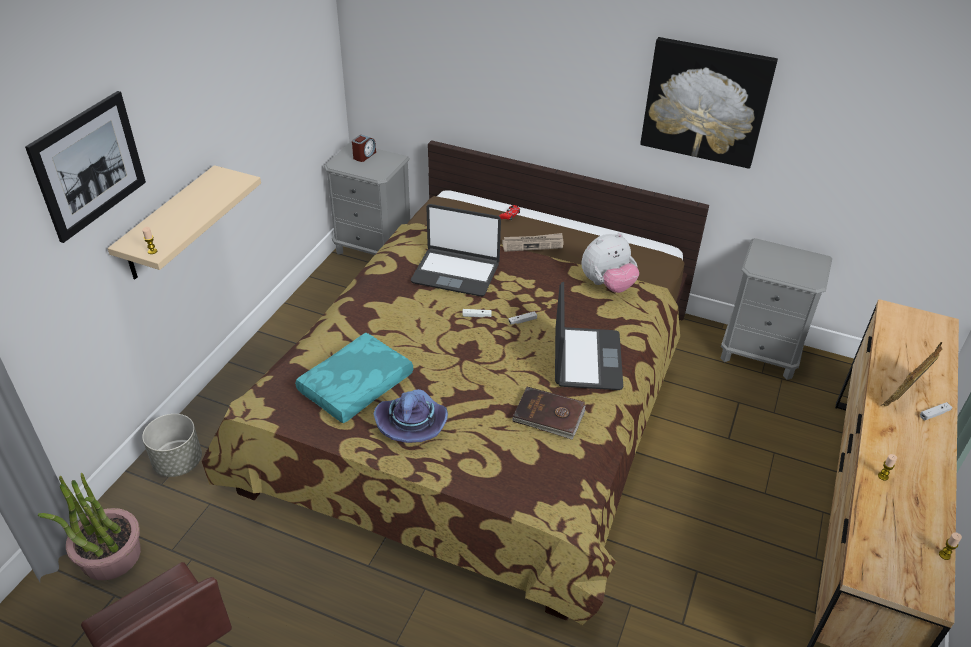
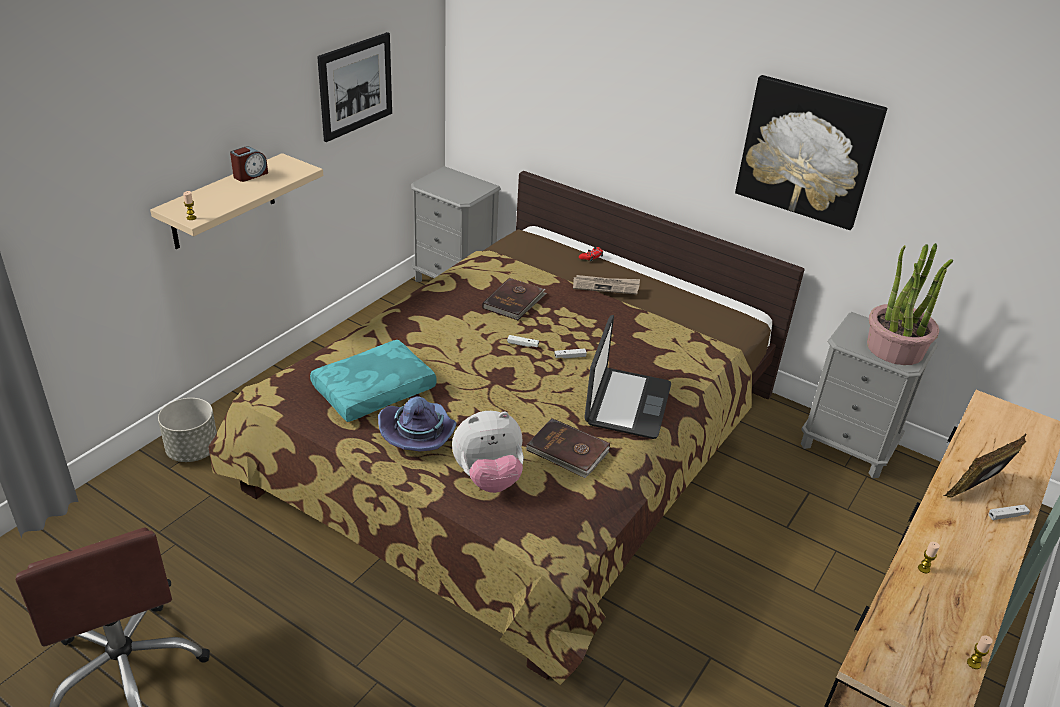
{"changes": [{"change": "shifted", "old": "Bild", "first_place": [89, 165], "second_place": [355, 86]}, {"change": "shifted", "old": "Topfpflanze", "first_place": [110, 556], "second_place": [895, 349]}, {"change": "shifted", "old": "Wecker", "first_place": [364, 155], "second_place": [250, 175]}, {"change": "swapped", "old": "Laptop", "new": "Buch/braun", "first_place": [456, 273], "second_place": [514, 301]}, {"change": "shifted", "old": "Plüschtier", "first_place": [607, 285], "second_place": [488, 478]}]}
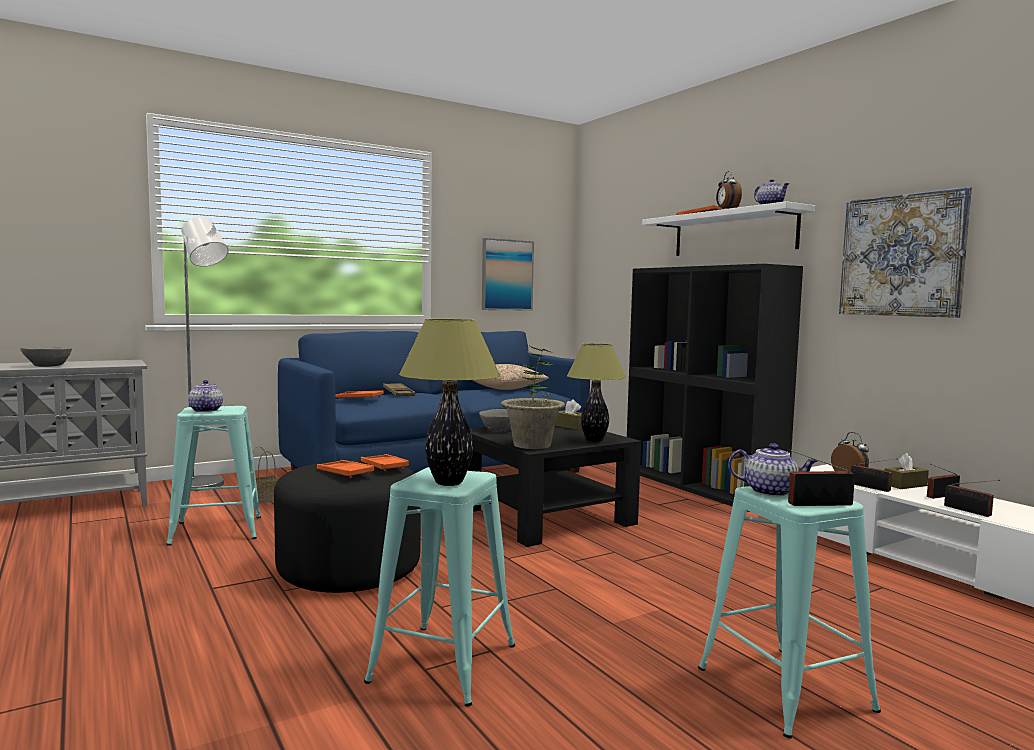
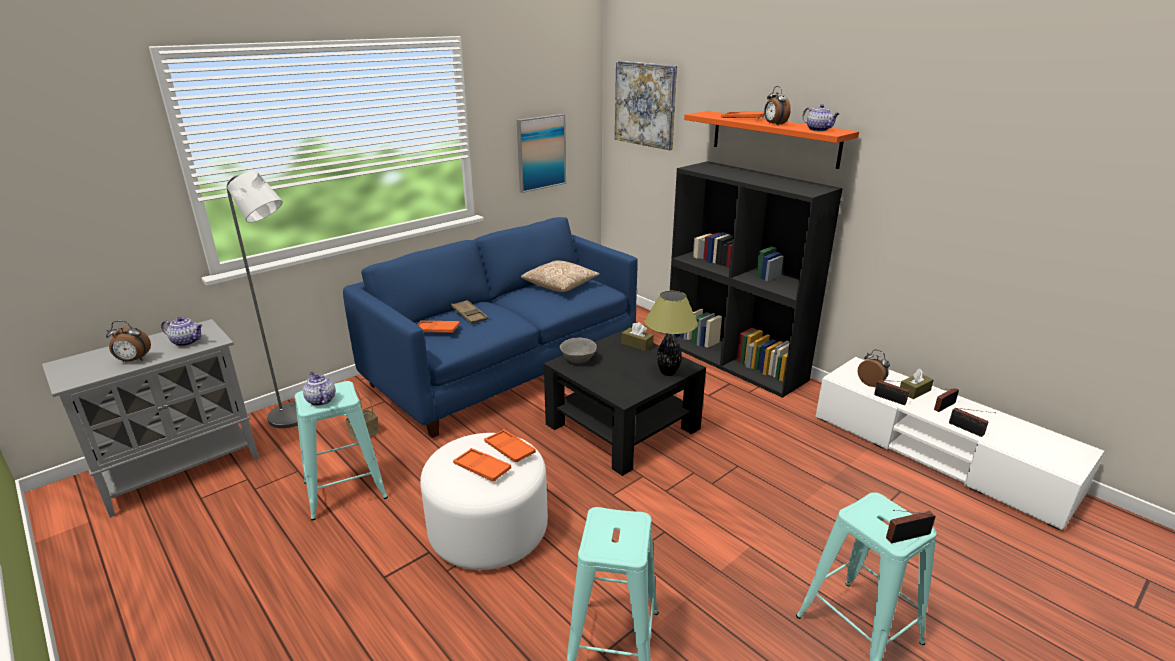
{"changes": [{"change": "swapped", "old": "Schüssel/grau", "new": "Wecker", "first_place": [48, 366], "second_place": [133, 360]}, {"change": "repainted", "old": "Polsterhocker/schwarz", "new": "Polsterhocker/weiß", "first_place": [349, 568], "second_place": [488, 530]}, {"change": "gone", "old": "Tischlampe", "first_place": [448, 482]}, {"change": "gone", "old": "Topfpflanze", "first_place": [532, 445]}, {"change": "repainted", "old": "Wandregal/weiß", "new": "Wandregal/orange", "first_place": [733, 233], "second_place": [774, 138]}, {"change": "shifted", "old": "Teekanne", "first_place": [771, 492], "second_place": [187, 342]}, {"change": "shifted", "old": "Bild", "first_place": [902, 255], "second_place": [645, 104]}]}
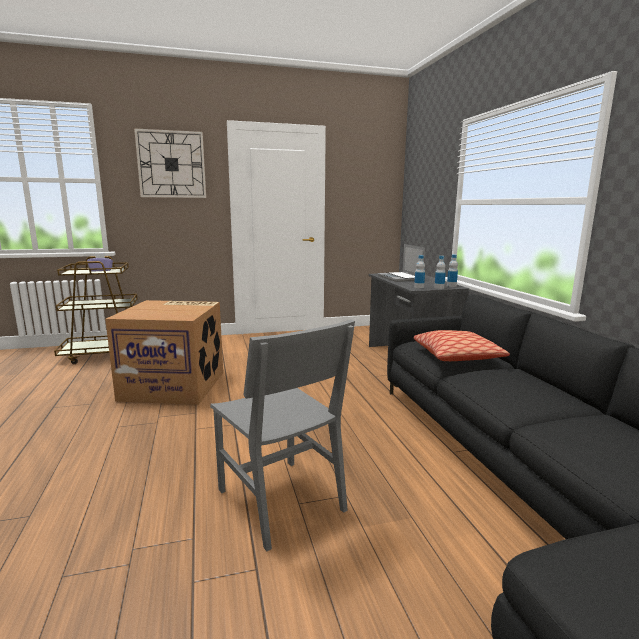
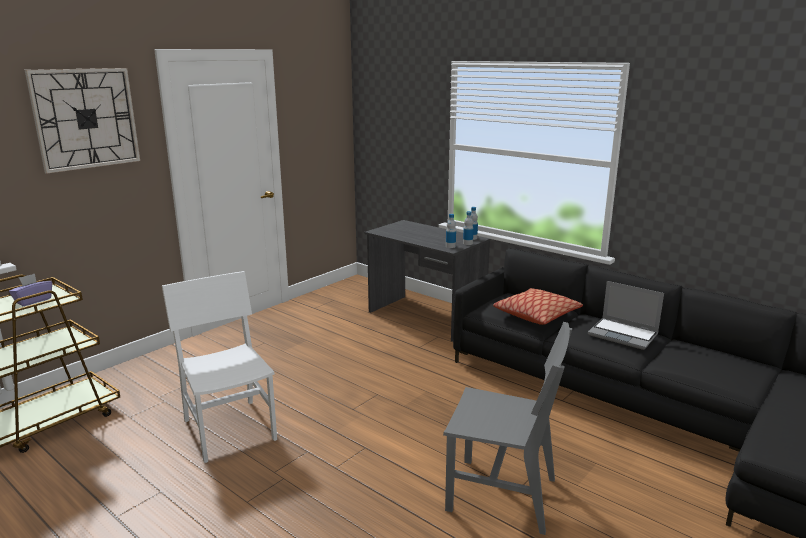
{"changes": [{"change": "swapped", "old": "Karton", "new": "Stuhl/weiß", "first_place": [175, 385], "second_place": [230, 429]}, {"change": "shifted", "old": "Laptop", "first_place": [400, 278], "second_place": [624, 335]}]}
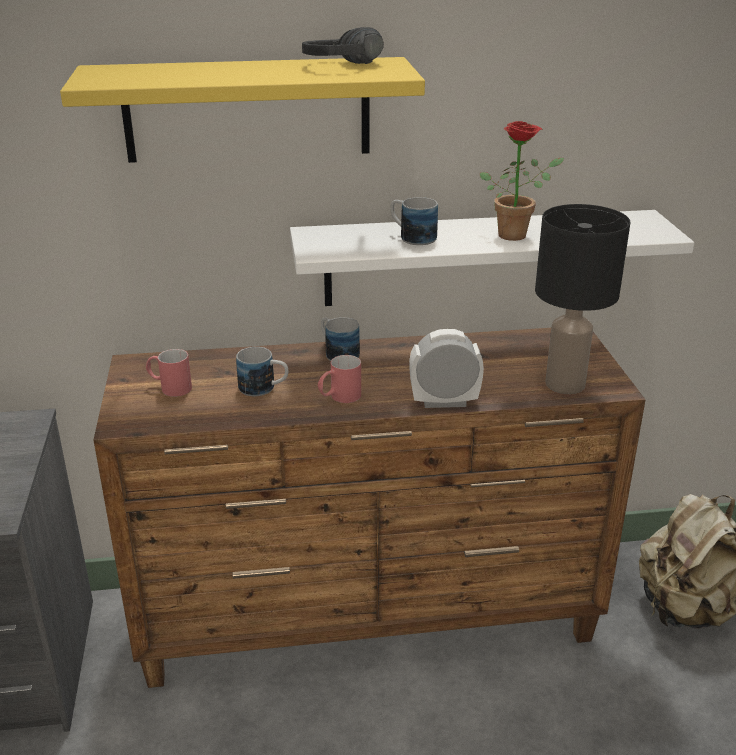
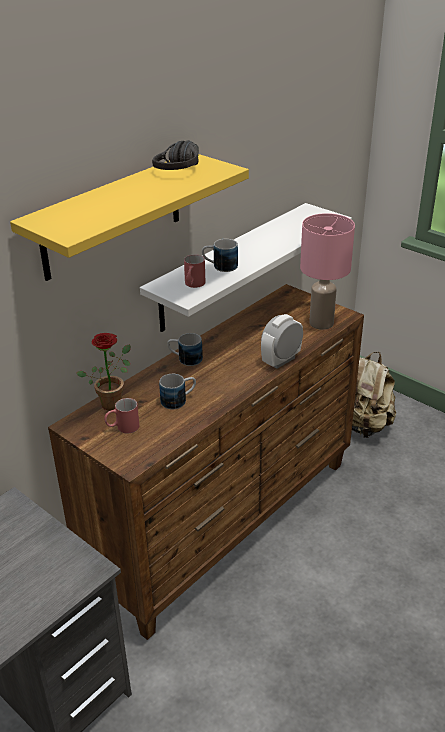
{"changes": [{"change": "shifted", "old": "Henkelbecher/rot", "first_place": [339, 398], "second_place": [193, 285]}, {"change": "shifted", "old": "Topfpflanze", "first_place": [517, 234], "second_place": [113, 401]}, {"change": "repainted", "old": "Tischlampe/schwarz", "new": "Tischlampe/rosa", "first_place": [563, 384], "second_place": [320, 323]}]}
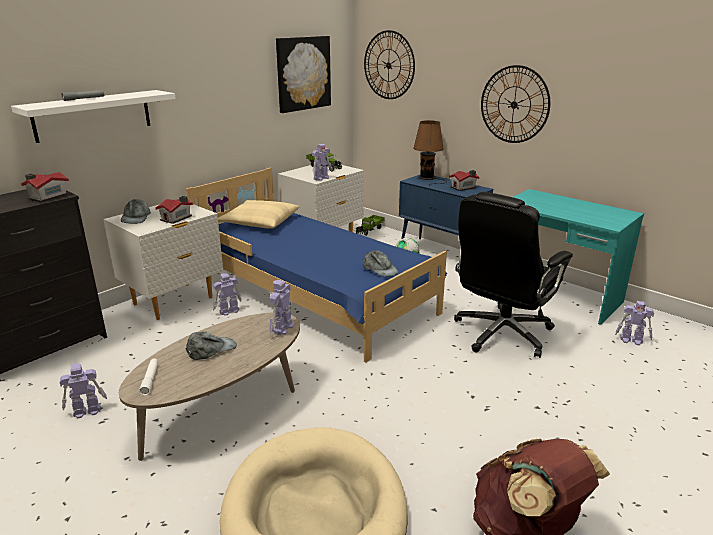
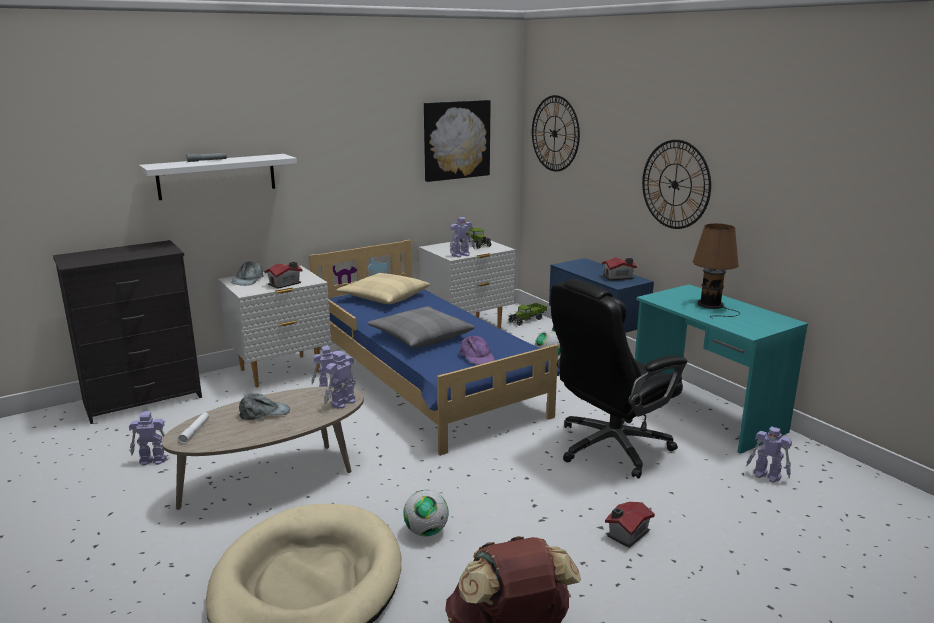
{"changes": [{"change": "shifted", "old": "Spielzeughaus", "first_place": [47, 197], "second_place": [626, 534]}, {"change": "repainted", "old": "Kappe/grau", "new": "Kappe/lila", "first_place": [380, 269], "second_place": [476, 357]}, {"change": "shifted", "old": "Tischlampe/braun", "first_place": [428, 178], "second_place": [712, 306]}, {"change": "new", "new": "Kissen/grau", "second_place": [420, 336]}, {"change": "new", "new": "Fußball", "second_place": [426, 531]}]}
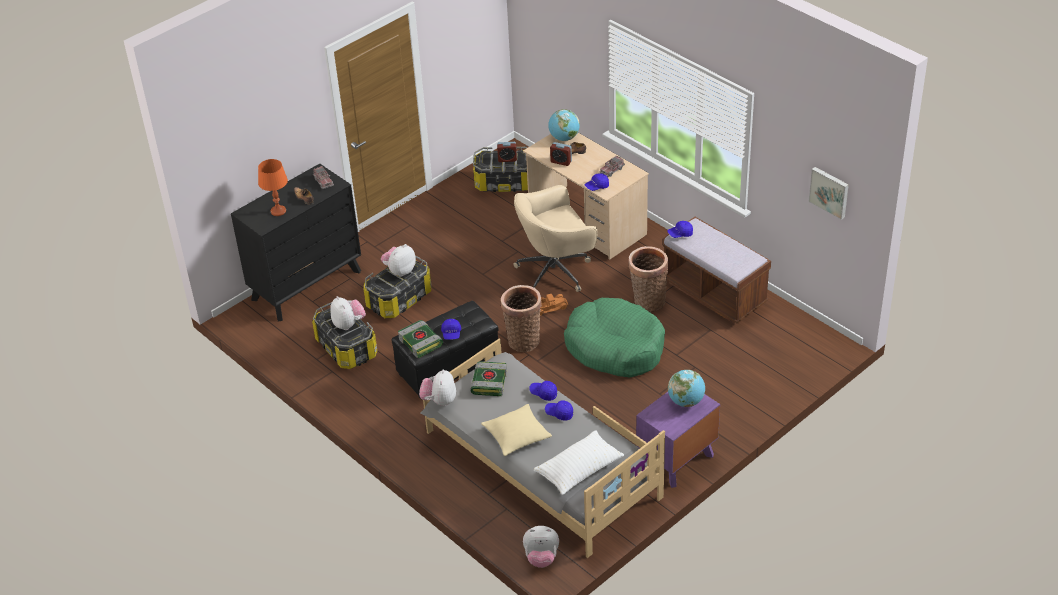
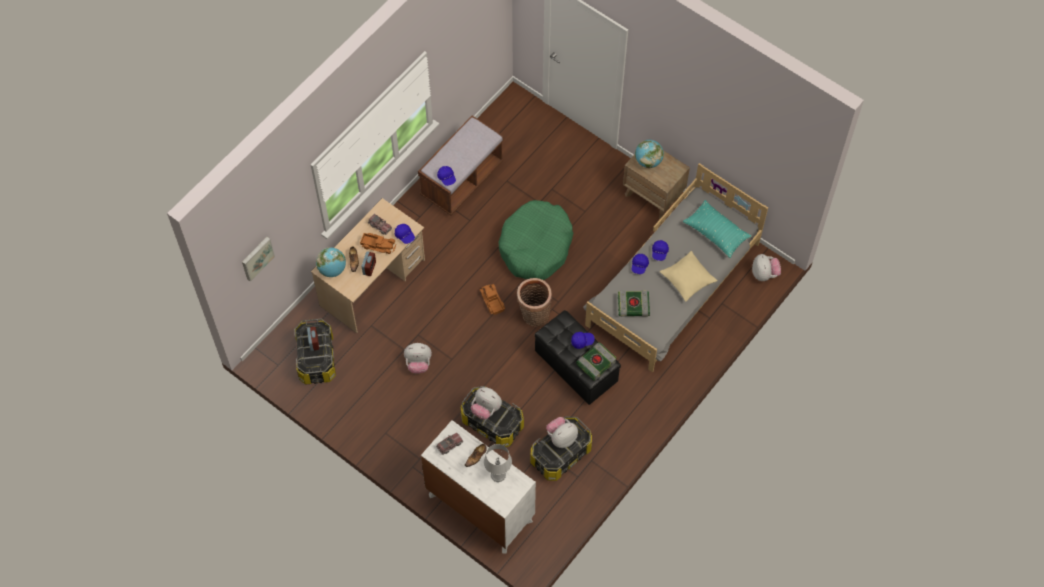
{"changes": [{"change": "repainted", "old": "Kommode/schwarz", "new": "Kommode/weiß", "first_place": [306, 285], "second_place": [480, 508]}, {"change": "repainted", "old": "Tischlampe/orange", "new": "Tischlampe/grau", "first_place": [278, 211], "second_place": [498, 475]}, {"change": "shifted", "old": "Plüschtier", "first_place": [439, 400], "second_place": [418, 363]}, {"change": "gone", "old": "Bürostuhl/beige", "first_place": [556, 271]}, {"change": "repainted", "old": "Kissen/weiß", "new": "Kissen/türkis", "first_place": [579, 470], "second_place": [716, 233]}, {"change": "gone", "old": "Korb", "first_place": [647, 300]}, {"change": "repainted", "old": "Nachttisch/lila", "new": "Nachttisch/braun", "first_place": [676, 460], "second_place": [653, 195]}, {"change": "shifted", "old": "Bild", "first_place": [829, 192], "second_place": [257, 258]}, {"change": "new", "new": "Spielzeuglaster", "second_place": [378, 245]}]}
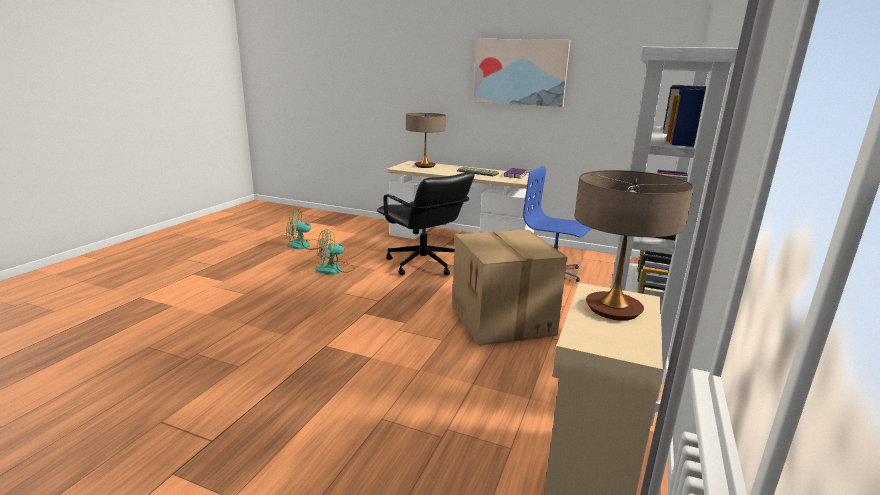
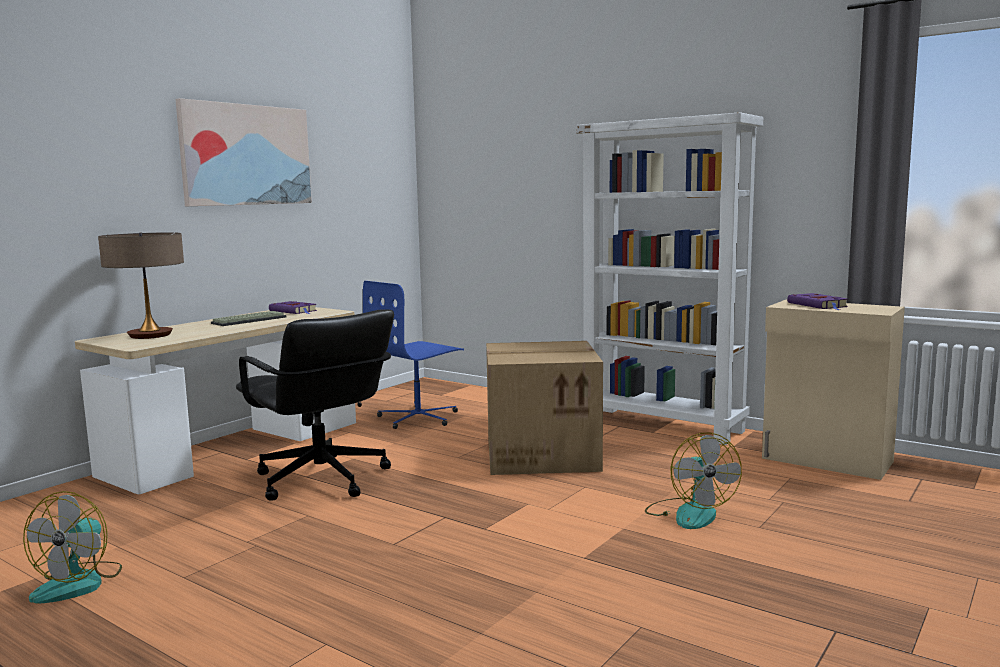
{"changes": [{"change": "shifted", "old": "Ventilator", "first_place": [335, 269], "second_place": [689, 513]}, {"change": "rotated", "old": "Bürostuhl/schwarz", "first_place": [423, 264], "second_place": [321, 480], "degrees": 75}, {"change": "swapped", "old": "Tischlampe", "new": "Buch/lila", "first_place": [613, 309], "second_place": [818, 305]}]}
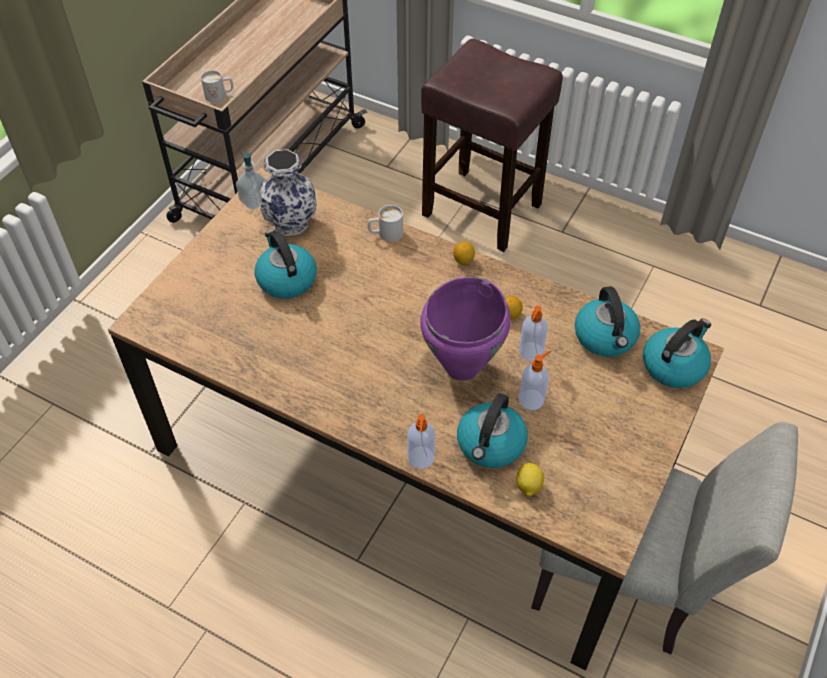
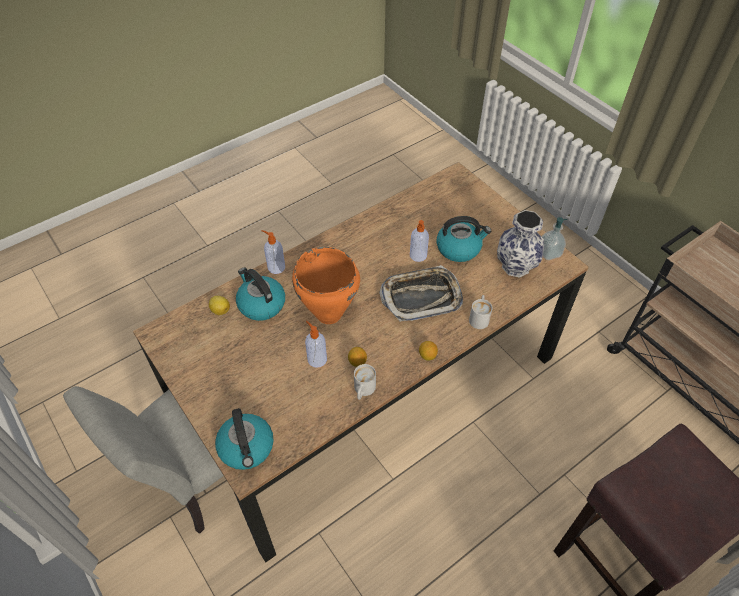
{"changes": [{"change": "shifted", "old": "Henkelbecher/weiß", "first_place": [220, 95], "second_place": [363, 391]}, {"change": "repainted", "old": "Kochtopf/lila", "new": "Kochtopf/orange", "first_place": [463, 367], "second_place": [328, 314]}, {"change": "shifted", "old": "Seifenspender", "first_place": [532, 399], "second_place": [418, 256]}, {"change": "gone", "old": "Wasserkessel", "first_place": [605, 337]}, {"change": "new", "new": "Tablett", "second_place": [421, 297]}]}
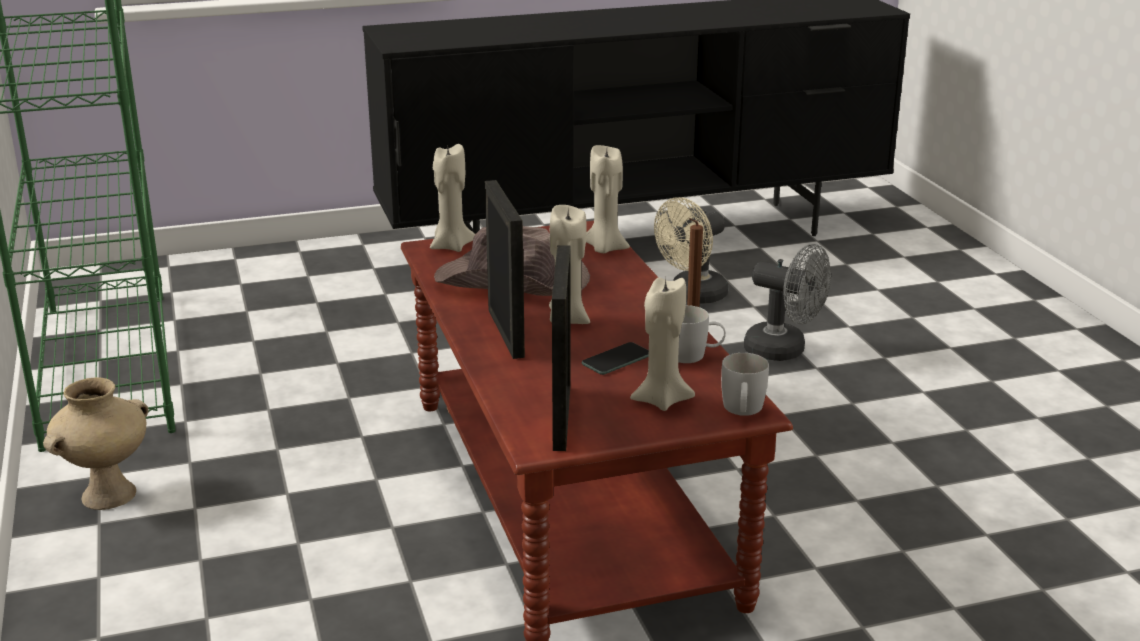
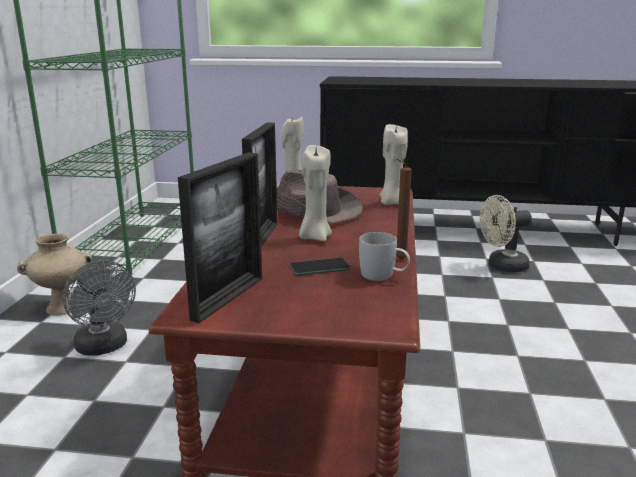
{"changes": [{"change": "gone", "old": "Kerze/beige", "first_place": [661, 400]}, {"change": "gone", "old": "Henkelbecher/weiß", "first_place": [742, 411]}, {"change": "shifted", "old": "Ventilator/grau", "first_place": [784, 351], "second_place": [104, 347]}]}
